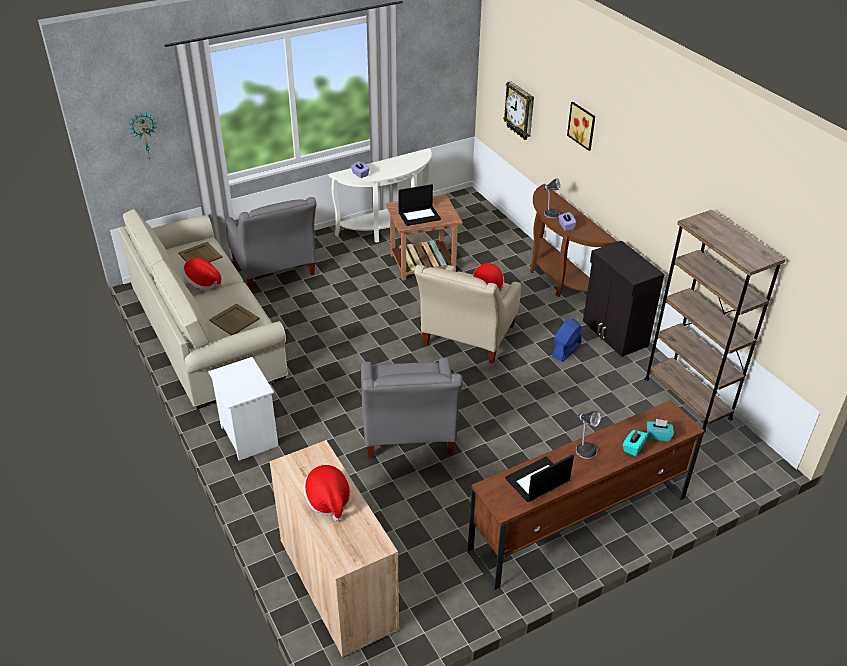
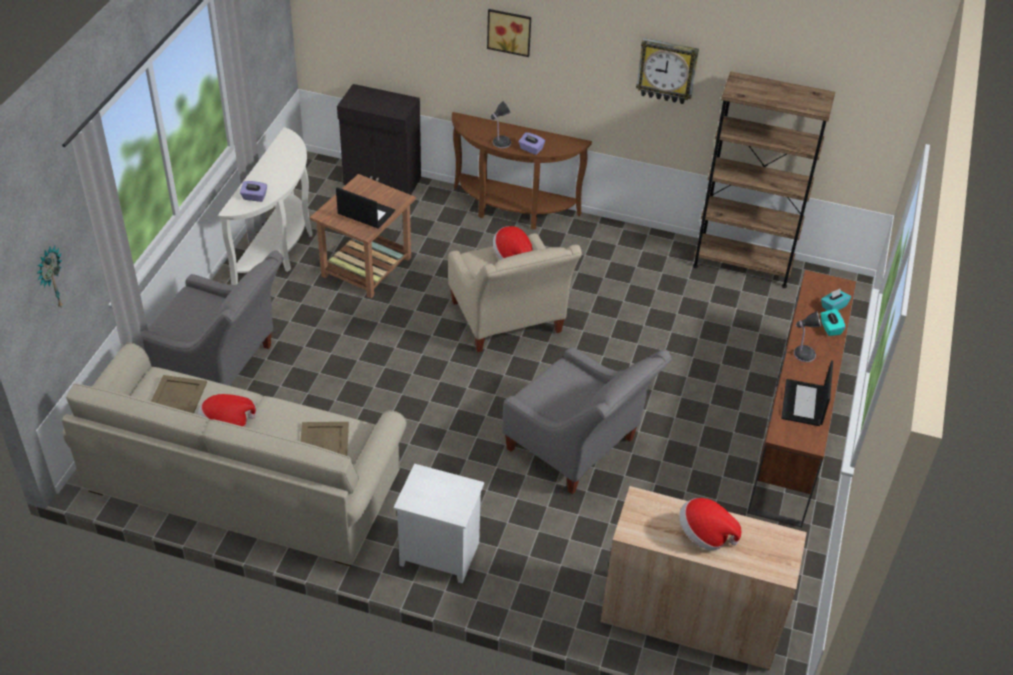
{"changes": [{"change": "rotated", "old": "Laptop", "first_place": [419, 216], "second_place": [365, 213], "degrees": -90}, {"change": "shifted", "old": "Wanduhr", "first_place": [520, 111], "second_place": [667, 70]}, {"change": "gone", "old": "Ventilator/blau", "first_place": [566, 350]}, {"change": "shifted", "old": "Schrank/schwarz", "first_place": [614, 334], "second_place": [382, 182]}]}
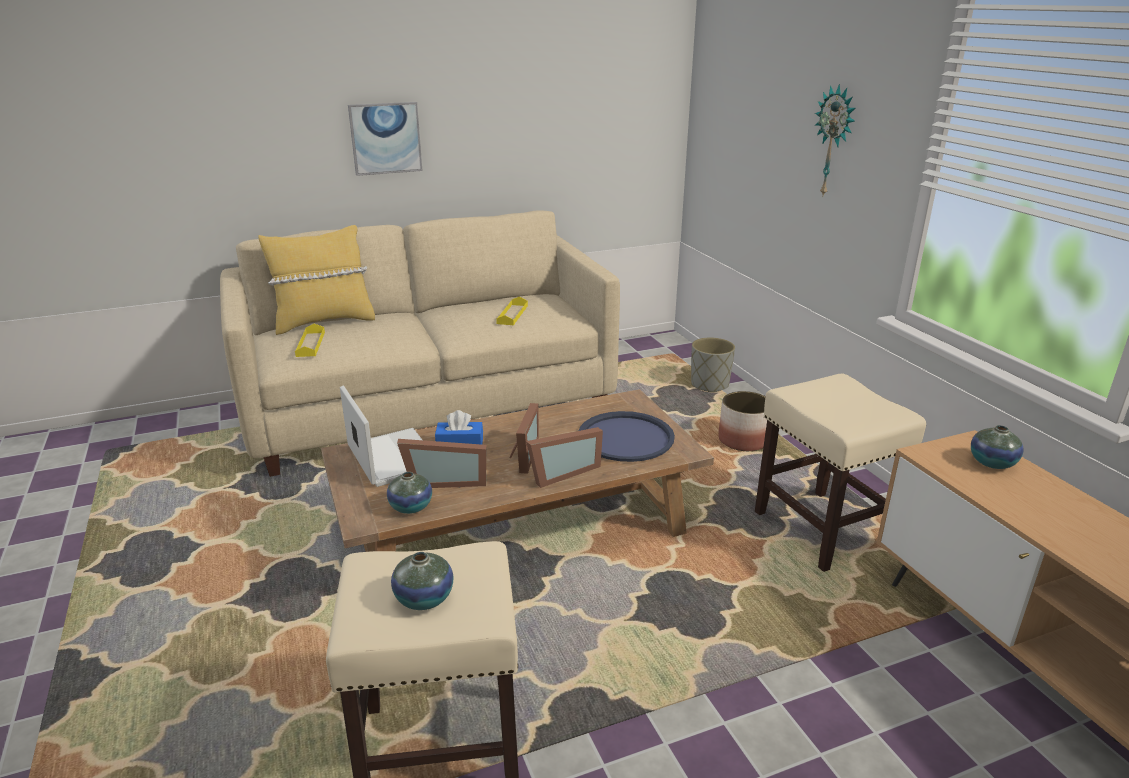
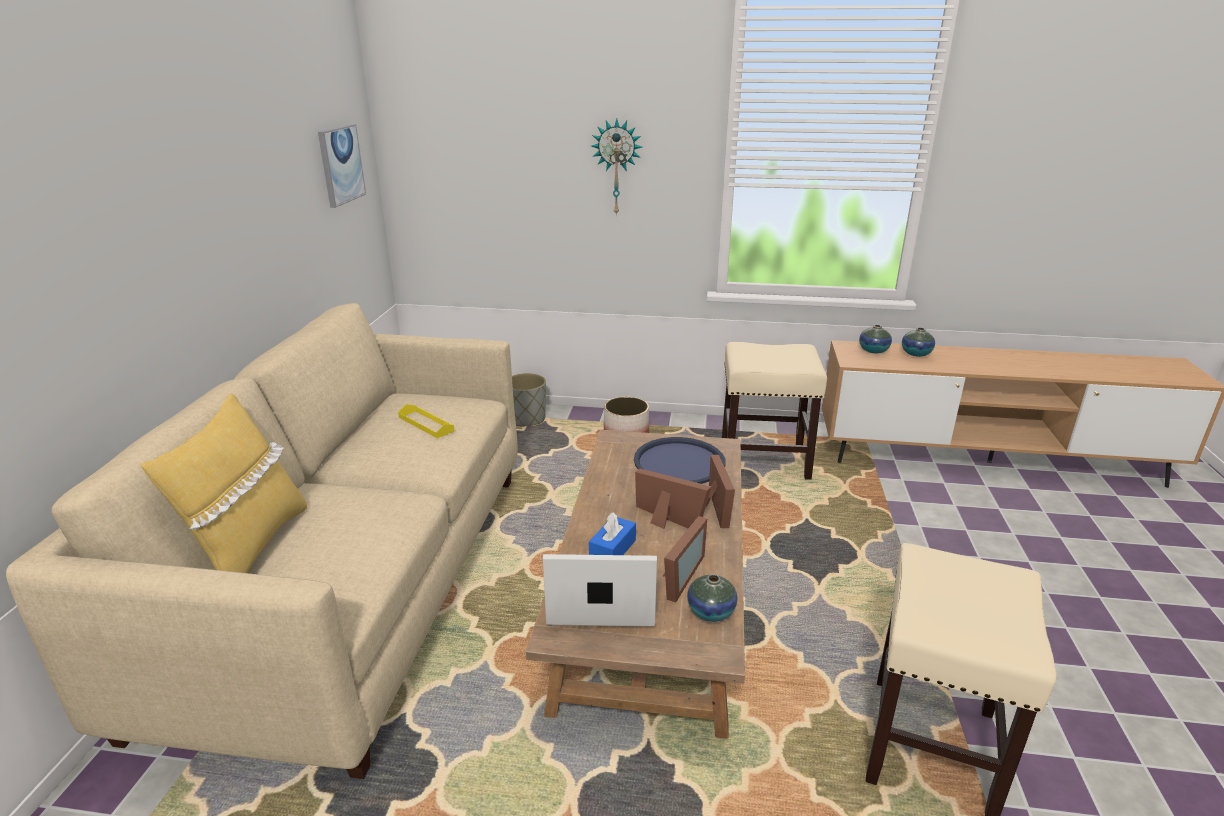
{"changes": [{"change": "gone", "old": "Tablett/gelb", "first_place": [310, 344]}, {"change": "shifted", "old": "Bild", "first_place": [385, 138], "second_place": [341, 165]}, {"change": "shifted", "old": "Vase", "first_place": [424, 598], "second_place": [916, 354]}]}
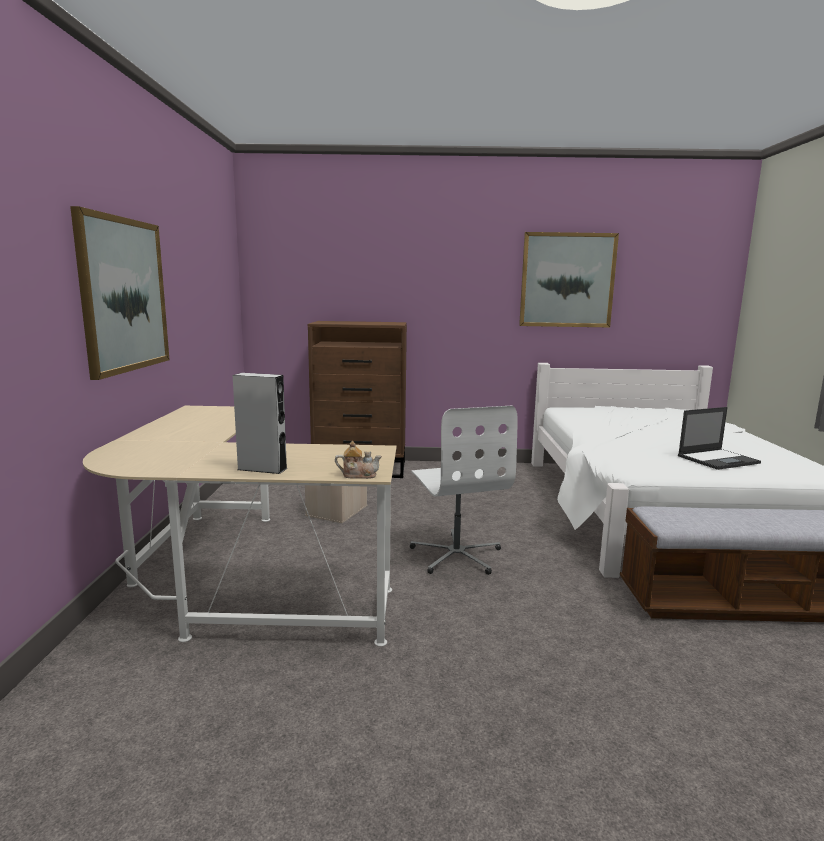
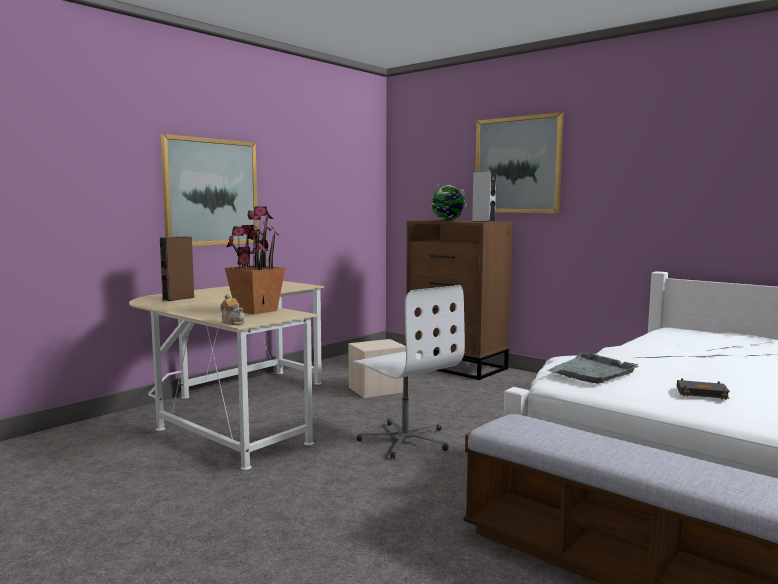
{"changes": [{"change": "shifted", "old": "Lautsprecher/grau", "first_place": [262, 469], "second_place": [483, 221]}, {"change": "rotated", "old": "Bürostuhl/weiß", "first_place": [456, 555], "second_place": [405, 440], "degrees": -60}, {"change": "shifted", "old": "Bild", "first_place": [567, 280], "second_place": [517, 165]}, {"change": "swapped", "old": "Laptop", "new": "Buch/schwarz", "first_place": [718, 459], "second_place": [703, 393]}, {"change": "new", "new": "Lautsprecher/braun", "second_place": [178, 298]}, {"change": "new", "new": "Topfpflanze", "second_place": [255, 310]}, {"change": "new", "new": "Globus", "second_place": [448, 220]}, {"change": "new", "new": "Tablett/grau", "second_place": [592, 372]}]}
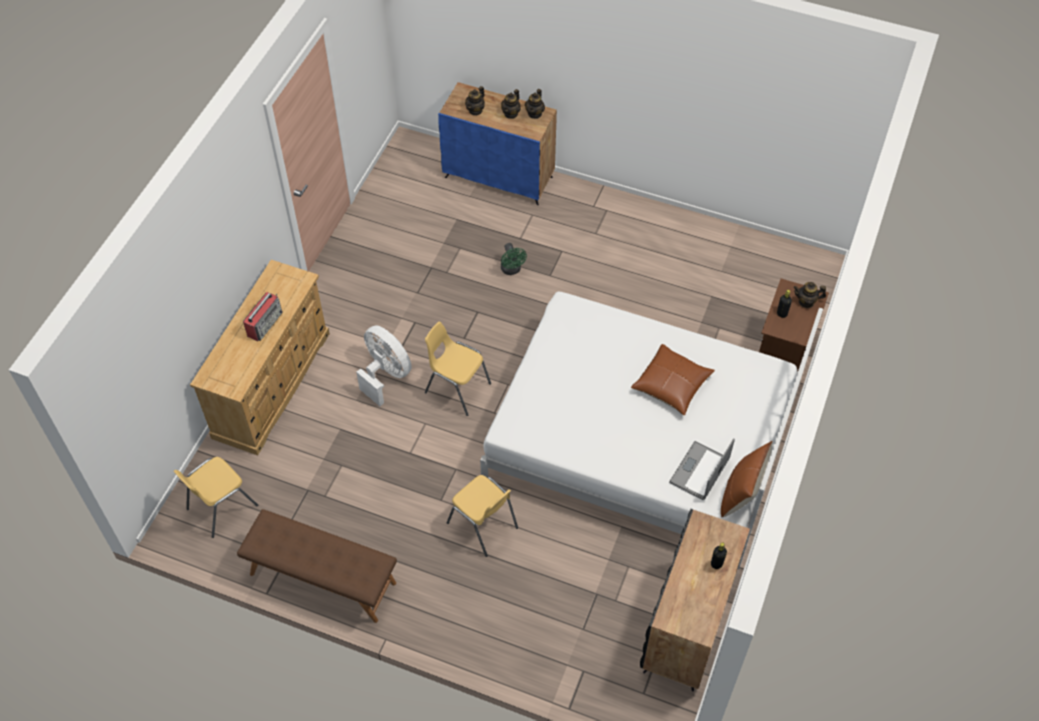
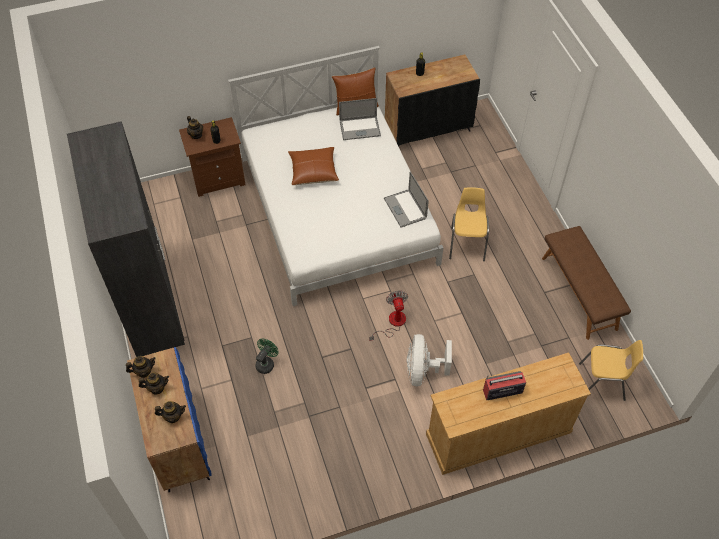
{"changes": [{"change": "swapped", "old": "Stuhl/gelb", "new": "Ventilator", "first_place": [457, 388], "second_place": [392, 323]}, {"change": "new", "new": "Kleiderschrank/grau", "second_place": [149, 299]}, {"change": "new", "new": "Laptop", "second_place": [405, 208]}]}
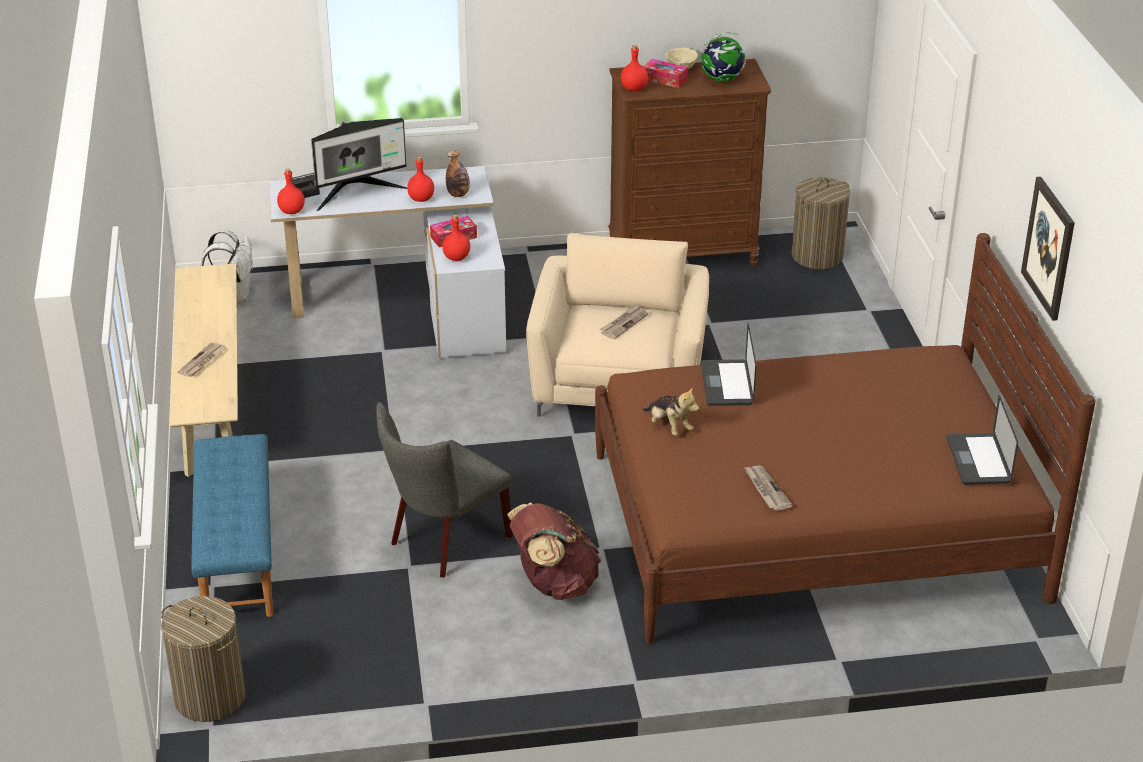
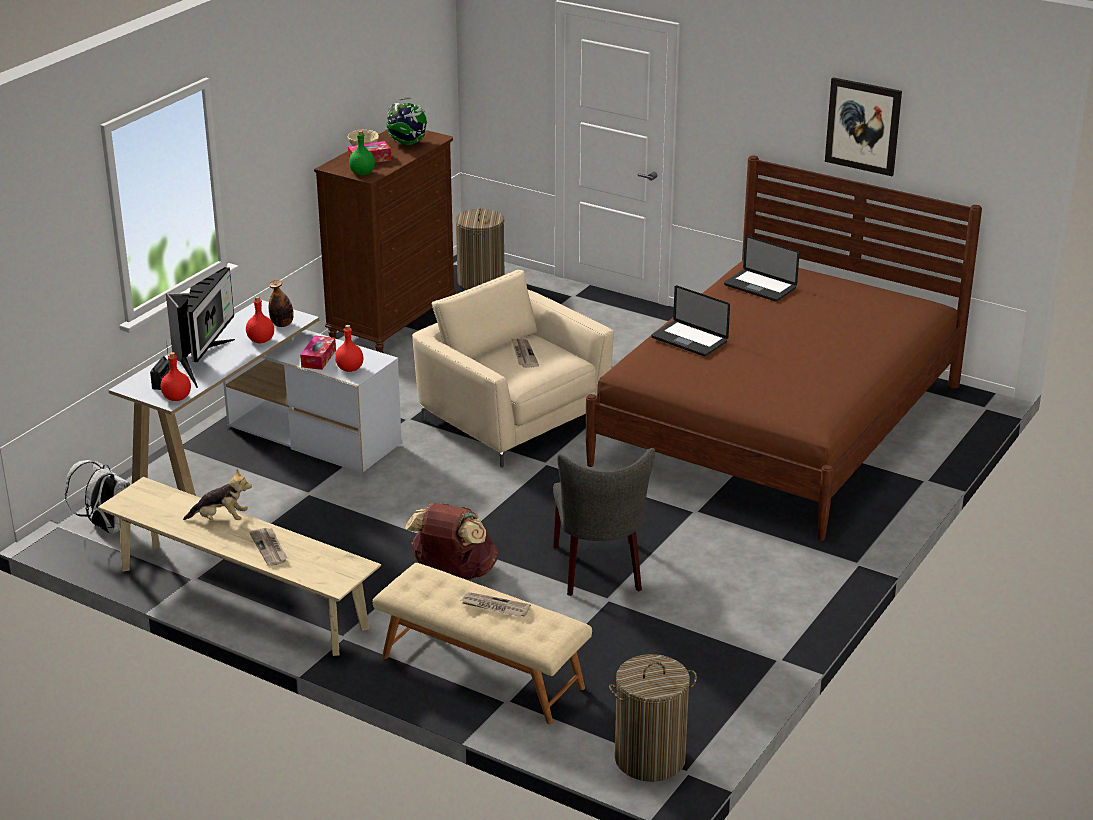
{"changes": [{"change": "repainted", "old": "Bank/blau", "new": "Bank/beige", "first_place": [236, 554], "second_place": [481, 672]}, {"change": "shifted", "old": "Rucksack/braun", "first_place": [554, 584], "second_place": [453, 574]}, {"change": "repainted", "old": "Flasche/rot", "new": "Flasche/grün", "first_place": [634, 89], "second_place": [363, 173]}, {"change": "shifted", "old": "Plüschtier", "first_place": [669, 426], "second_place": [220, 519]}, {"change": "shifted", "old": "Zeitung", "first_place": [766, 489], "second_place": [494, 607]}, {"change": "shifted", "old": "Laptop", "first_place": [978, 460], "second_place": [760, 287]}]}
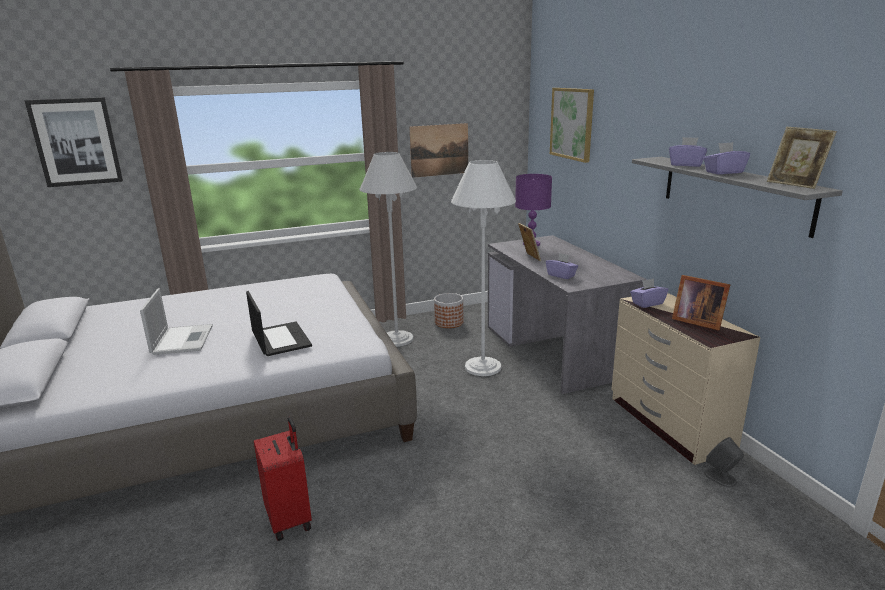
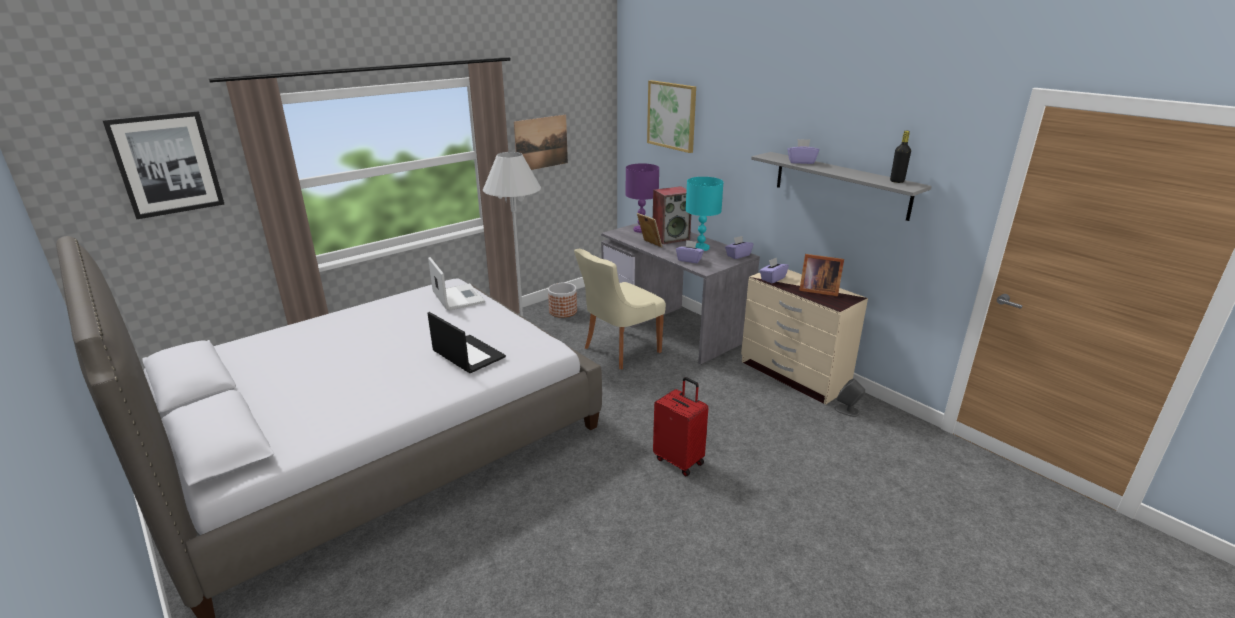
{"changes": [{"change": "shifted", "old": "Laptop", "first_place": [182, 339], "second_place": [457, 297]}, {"change": "shifted", "old": "Koffer/rot", "first_place": [290, 519], "second_place": [679, 460]}, {"change": "swapped", "old": "Stehlampe/weiß", "new": "Stuhl/beige", "first_place": [482, 367], "second_place": [619, 350]}, {"change": "shifted", "old": "Taschentuchbox/lila", "first_place": [723, 172], "second_place": [738, 255]}, {"change": "swapped", "old": "Bilderrahmen", "new": "Flasche/schwarz", "first_place": [795, 184], "second_place": [897, 181]}, {"change": "new", "new": "Lautsprecher", "second_place": [671, 238]}, {"change": "new", "new": "Tischlampe/türkis", "second_place": [701, 247]}]}
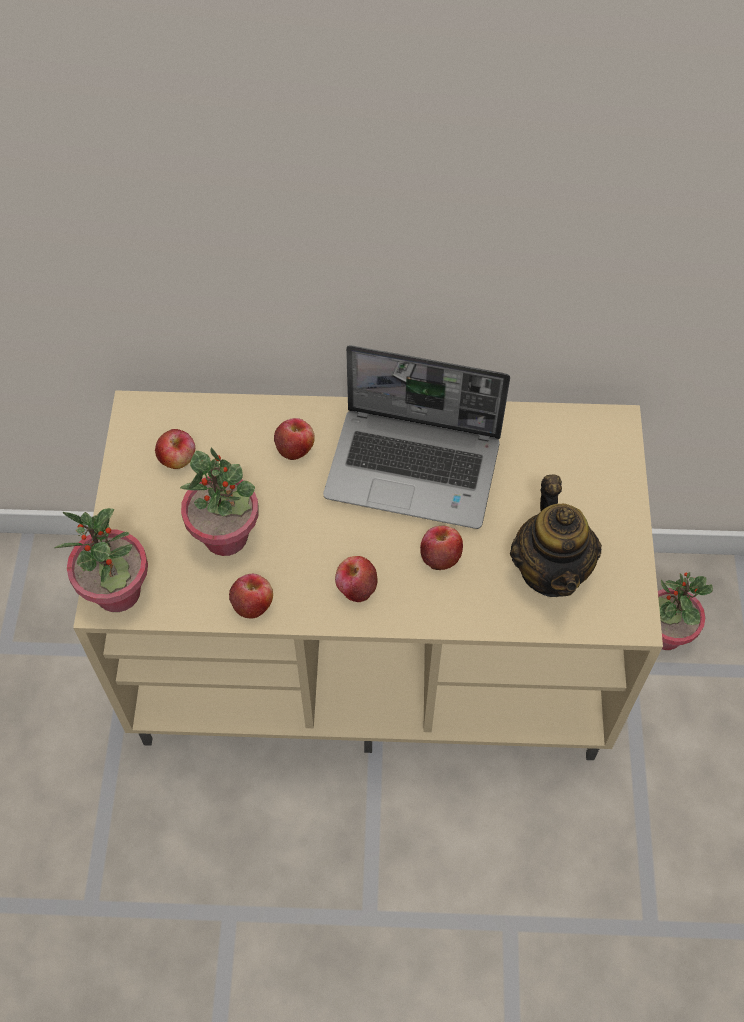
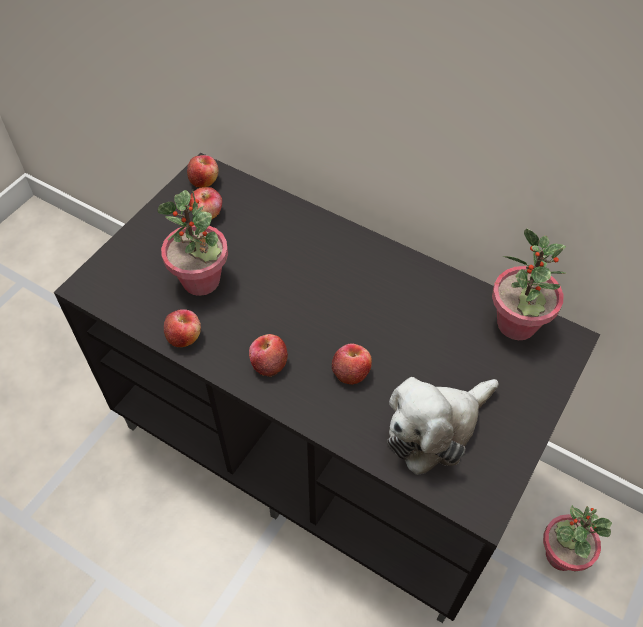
{"changes": [{"change": "shifted", "old": "Topfpflanze", "first_place": [118, 592], "second_place": [516, 324]}, {"change": "repainted", "old": "Fernsehschrank/beige", "new": "Fernsehschrank/schwarz", "first_place": [375, 649], "second_place": [325, 446]}, {"change": "shifted", "old": "Apfel", "first_place": [295, 448], "second_place": [204, 181]}, {"change": "gone", "old": "Laptop", "first_place": [415, 468]}, {"change": "swapped", "old": "Teekanne", "new": "Plüschtier", "first_place": [550, 570], "second_place": [435, 429]}]}
